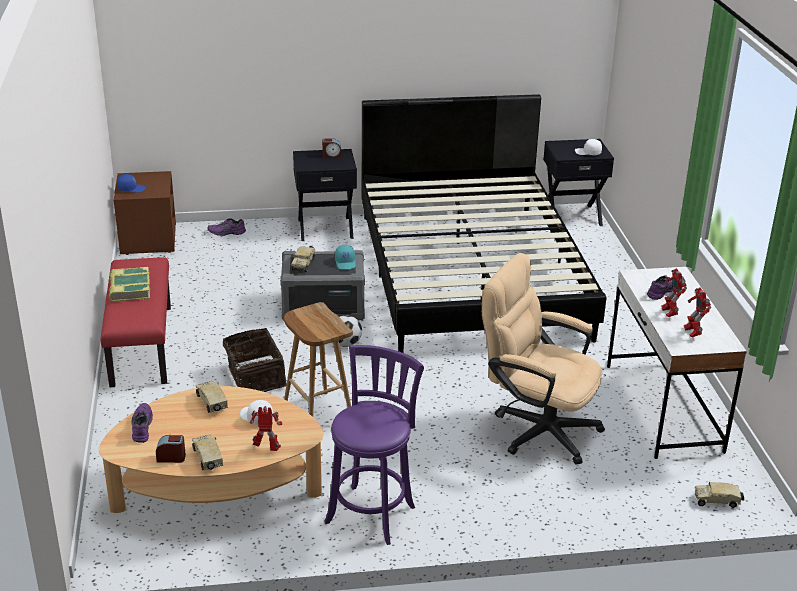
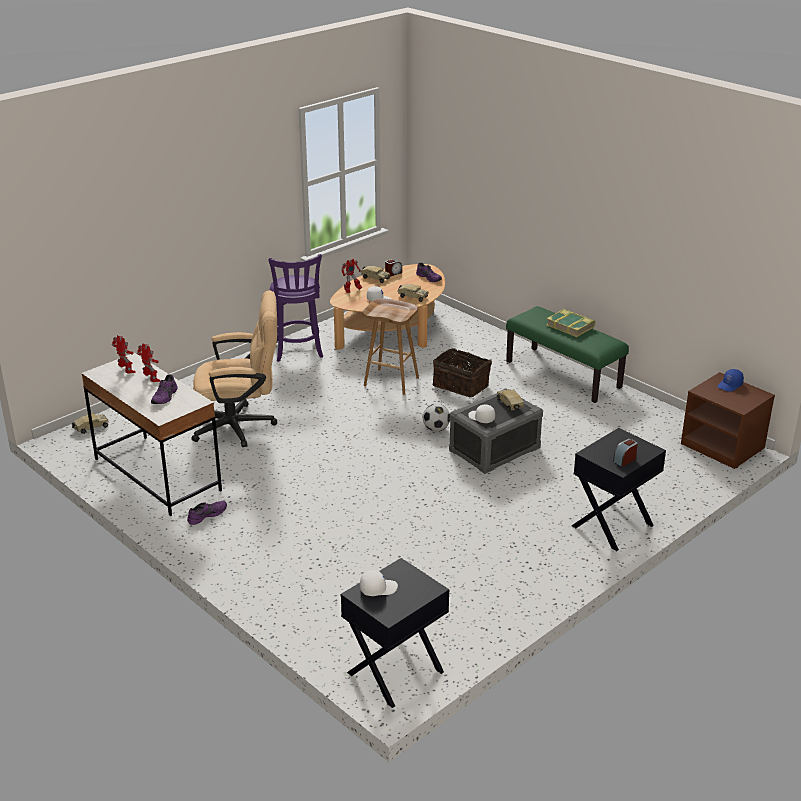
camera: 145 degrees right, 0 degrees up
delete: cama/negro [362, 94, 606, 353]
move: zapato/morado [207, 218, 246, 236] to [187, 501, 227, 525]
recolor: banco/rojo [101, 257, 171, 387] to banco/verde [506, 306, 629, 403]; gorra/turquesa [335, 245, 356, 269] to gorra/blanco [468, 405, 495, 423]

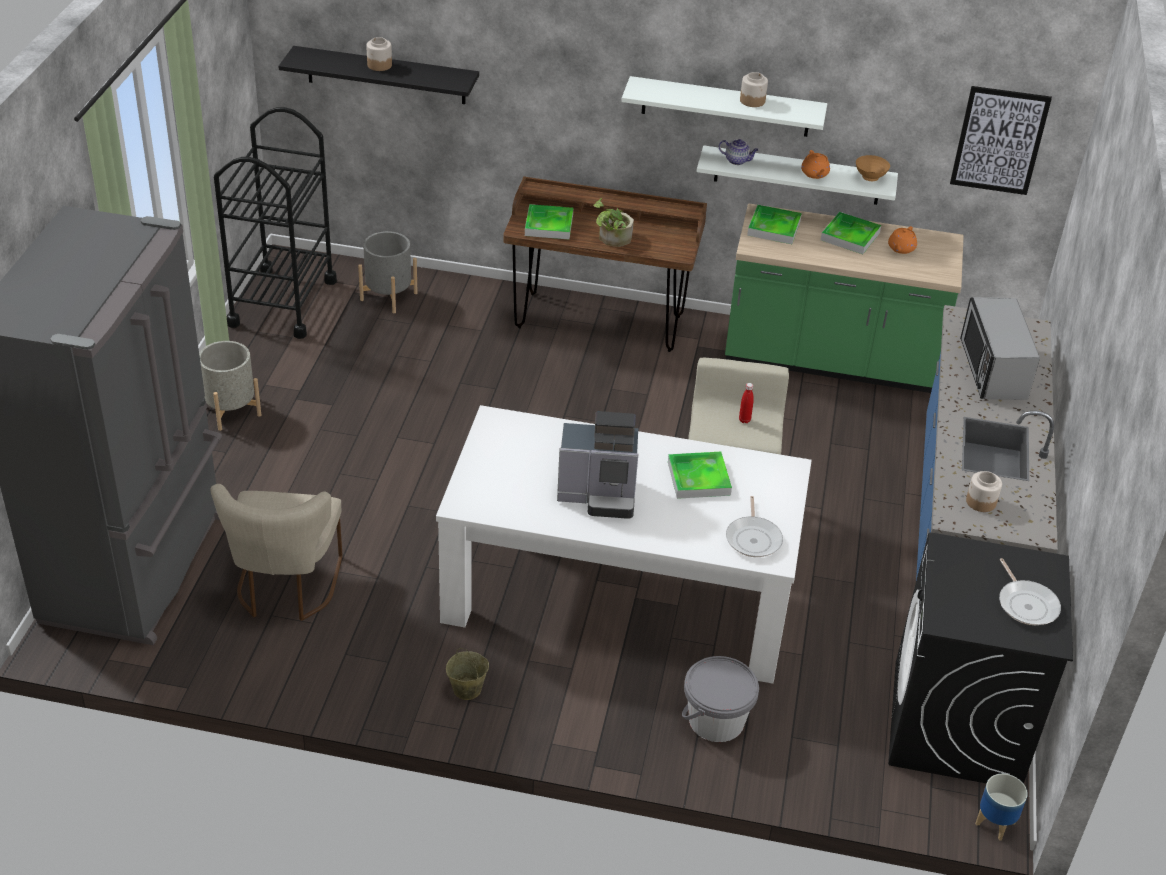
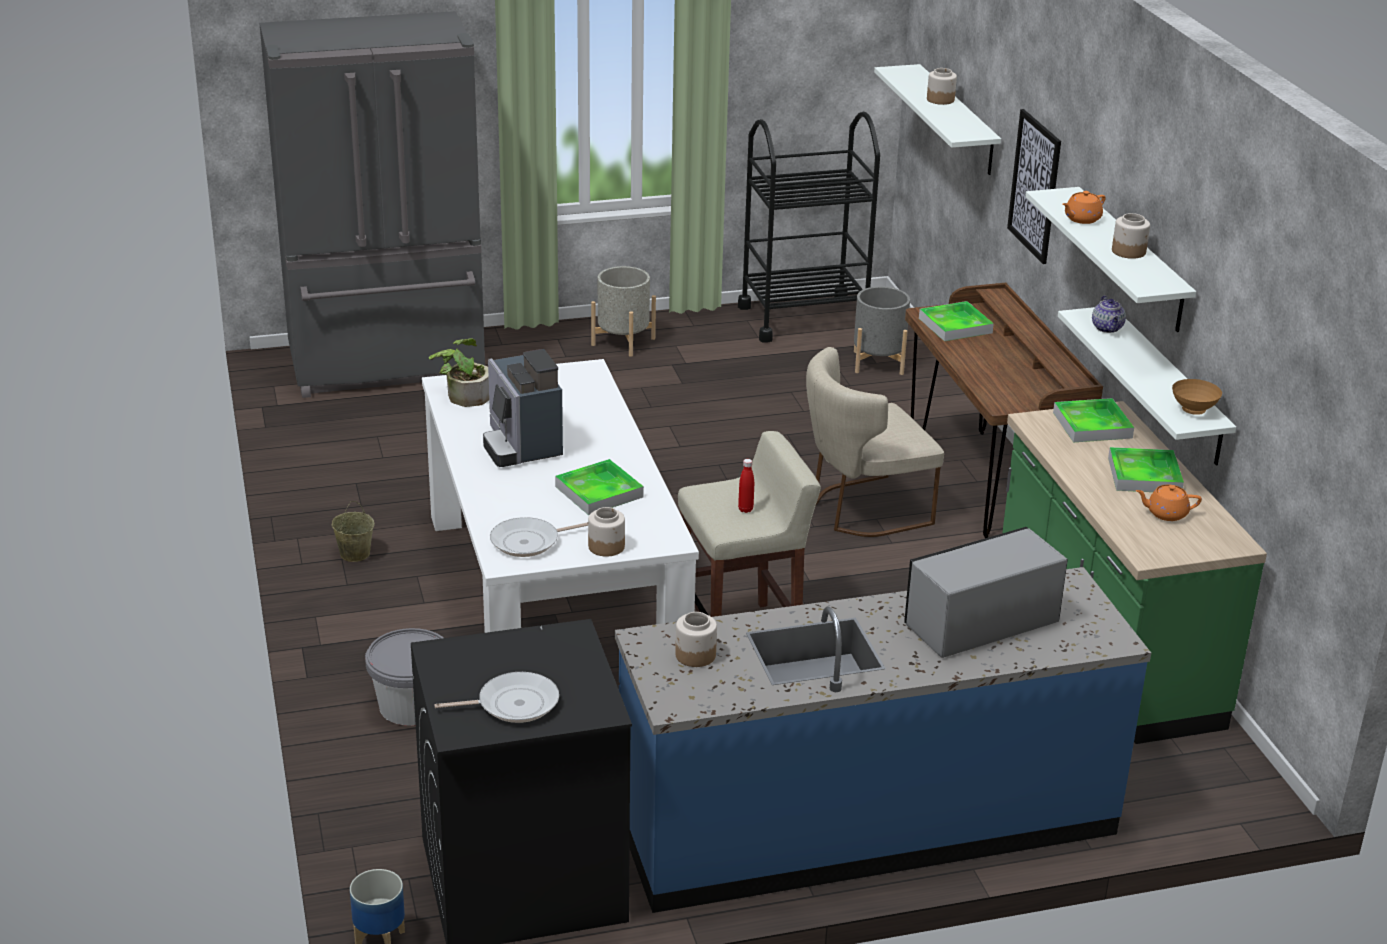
camera: 65 degrees right, 10 degrees down
insert: tarro [588, 507, 625, 557]
move: silla/beis [210, 484, 343, 621] to [806, 347, 944, 537]; planta en maceta [593, 198, 634, 247] to [429, 338, 489, 407]; tetera/naranja [801, 150, 830, 179] to [1063, 191, 1106, 224]; cuadro [950, 86, 1052, 195] to [1007, 109, 1061, 264]
recolor: estante/negro [278, 46, 479, 104] to estante/blanco [874, 64, 1001, 175]
rotate: sartén [999, 558, 1061, 625] = [434, 672, 559, 723] 150 degrees counterclockwise

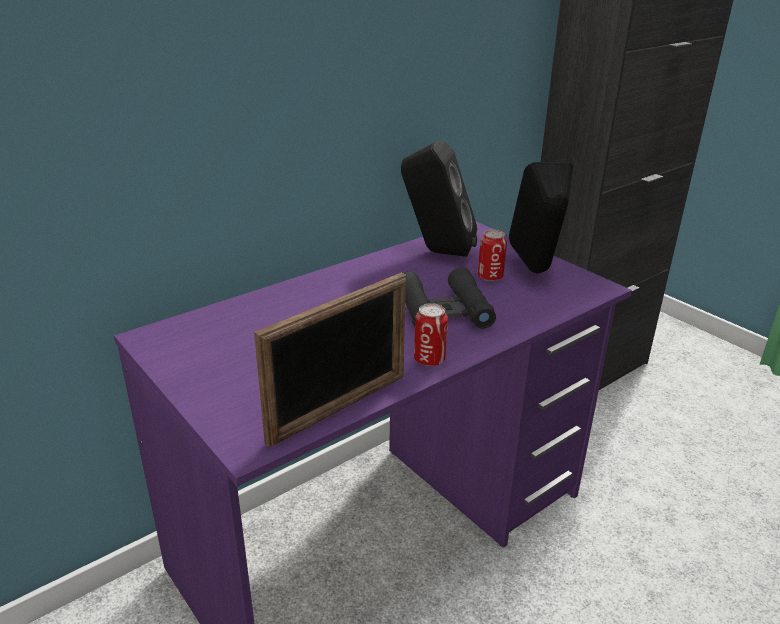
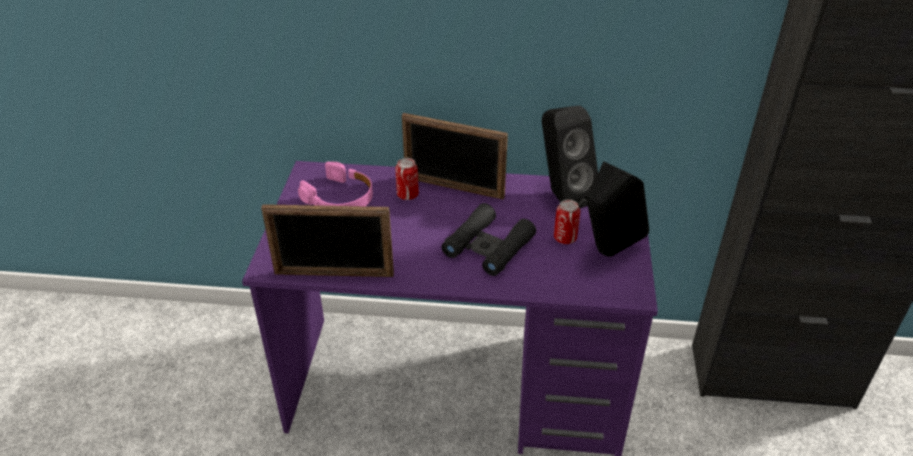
camera: 45 degrees right, 10 degrees up
insert: auriculares/rosa [298, 161, 373, 206]; portarretratos [402, 113, 508, 199]
move: lata [414, 303, 448, 366] to [395, 158, 419, 200]

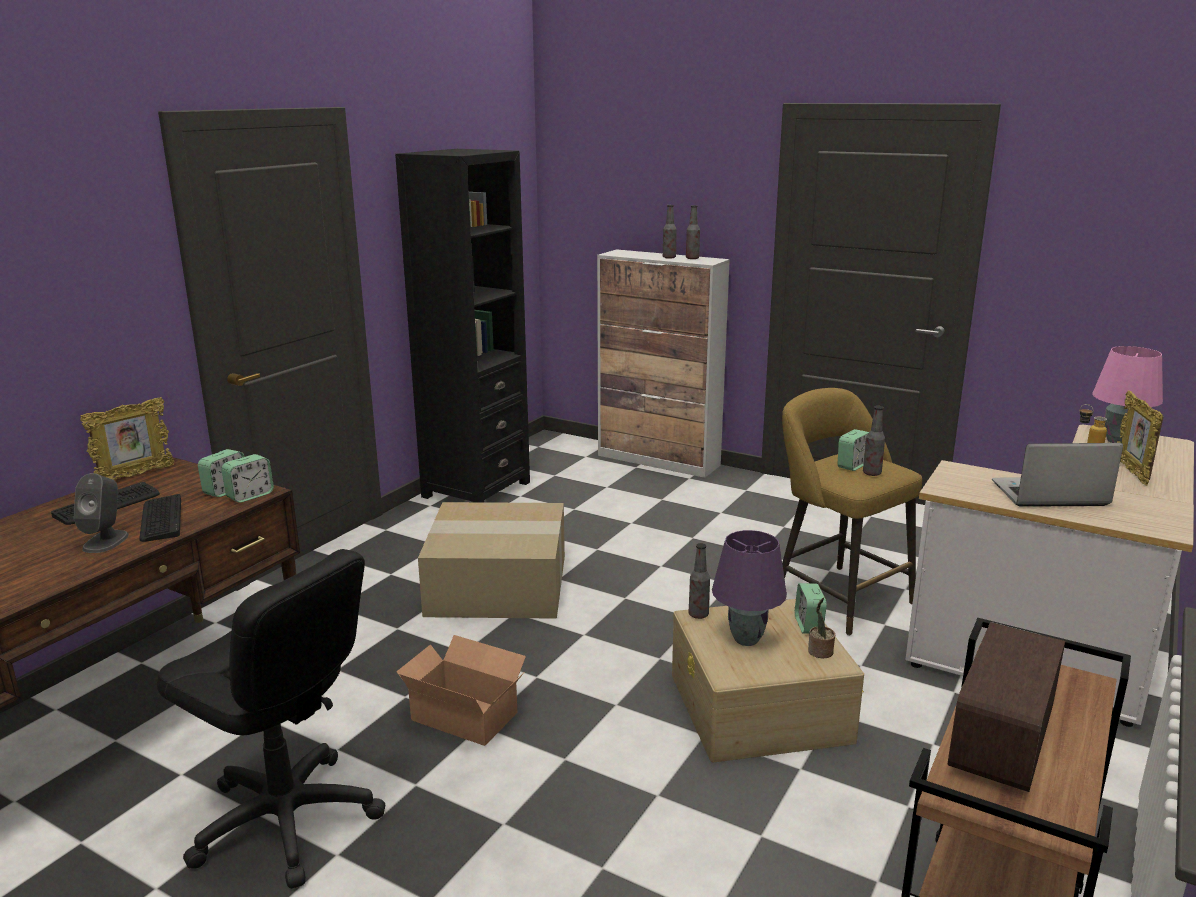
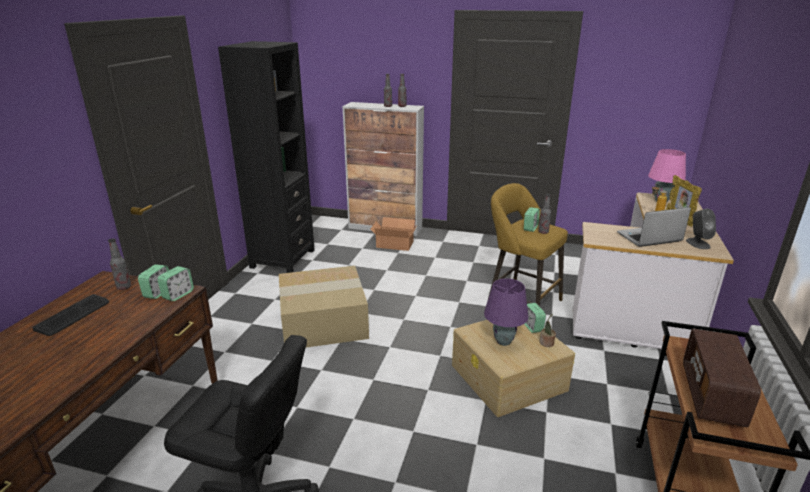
camera: 15 degrees left, 5 degrees up
delete: portarretratos [80, 397, 174, 480]; teclado [139, 494, 181, 542]
move: altavoz/gris [74, 473, 129, 553] to [686, 209, 716, 249]; caja de cartón [396, 635, 526, 746] to [371, 217, 418, 251]; botella [689, 543, 710, 619] to [108, 238, 131, 290]

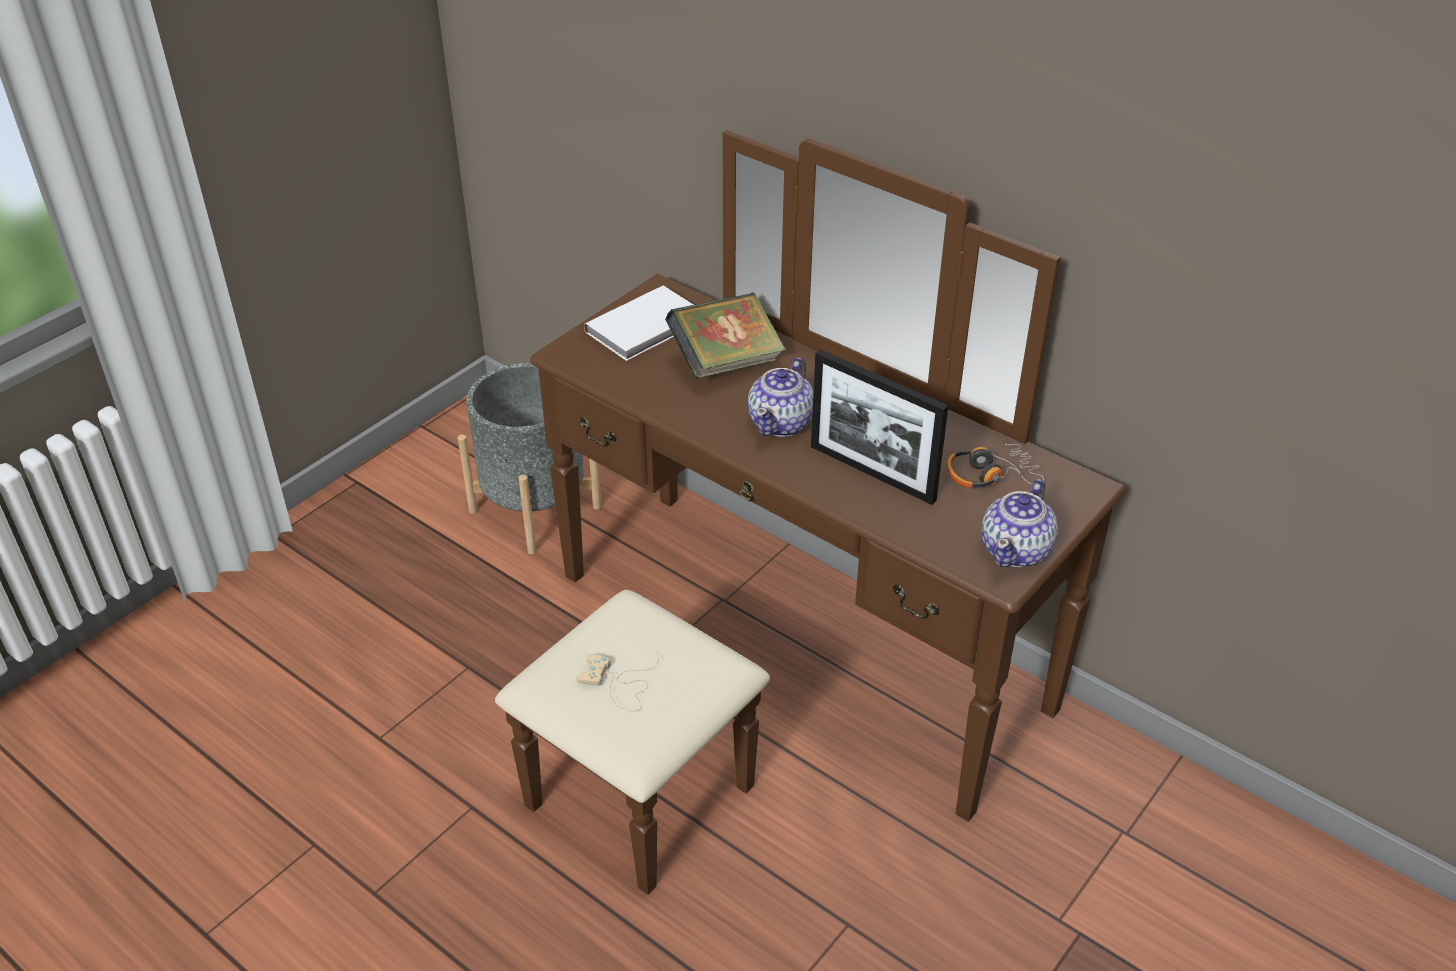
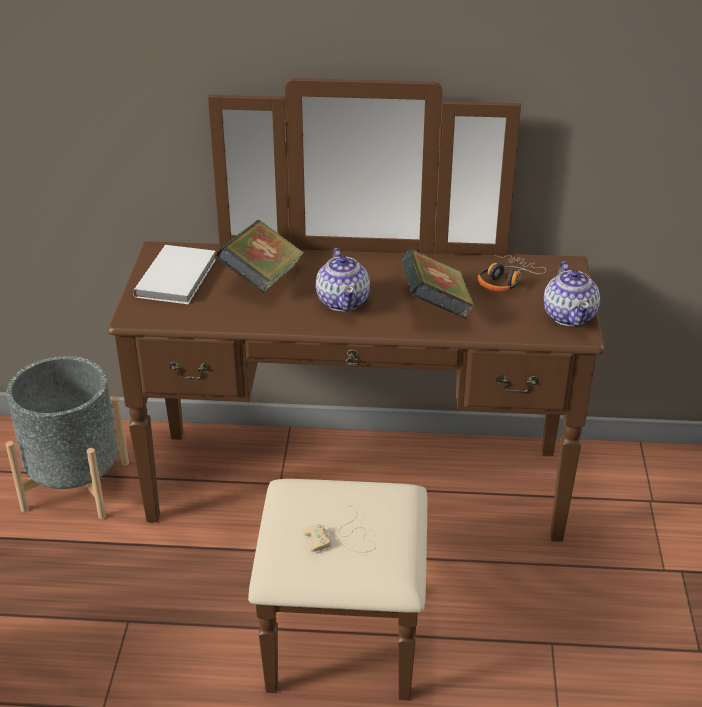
camera: 35 degrees left, 5 degrees down
replace: portarretratos [811, 349, 949, 505] to libro [401, 249, 475, 319]

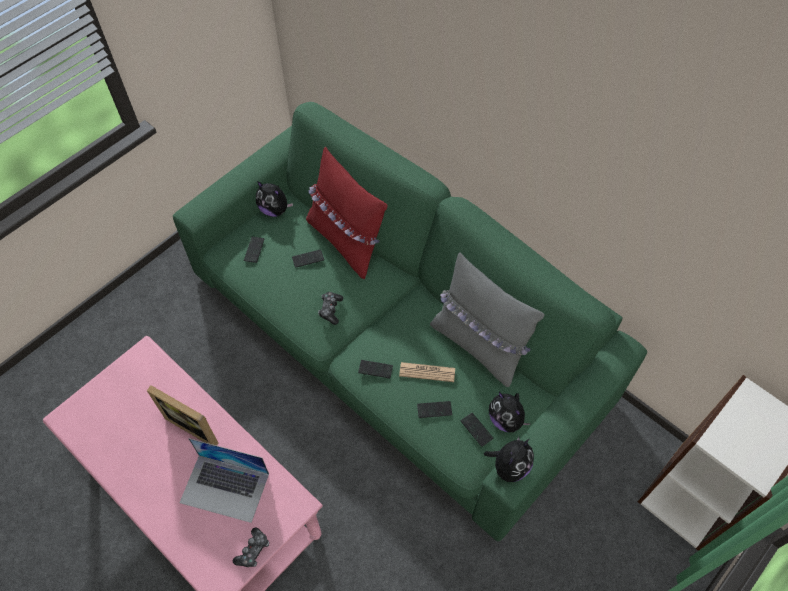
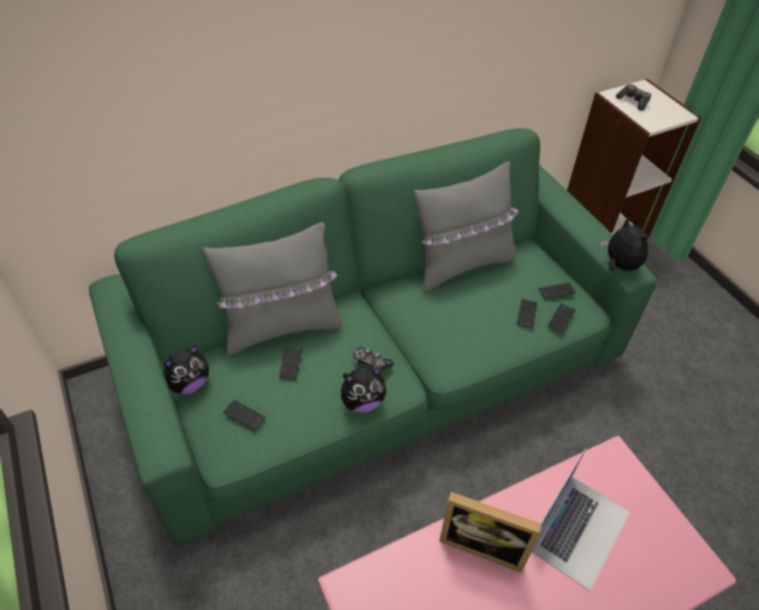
camera: 70 degrees left, 10 degrees down
delete: periódico [399, 362, 455, 382]
move: mando de consola [233, 528, 269, 567] to [616, 84, 651, 111]; móvil [358, 360, 393, 379] to [548, 303, 576, 333]; peluche [488, 392, 531, 432] to [341, 367, 386, 413]
recolor: cojín/rojo [306, 147, 388, 279] to cojín/gris [203, 222, 342, 355]
rotate: portarretratos [147, 385, 218, 446] = [439, 492, 543, 573] 60 degrees clockwise

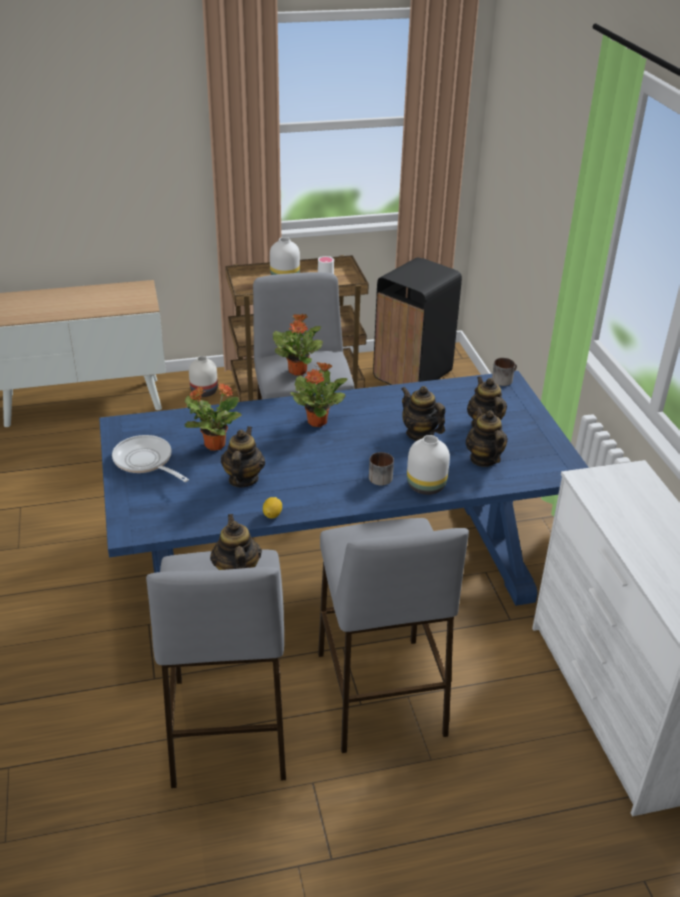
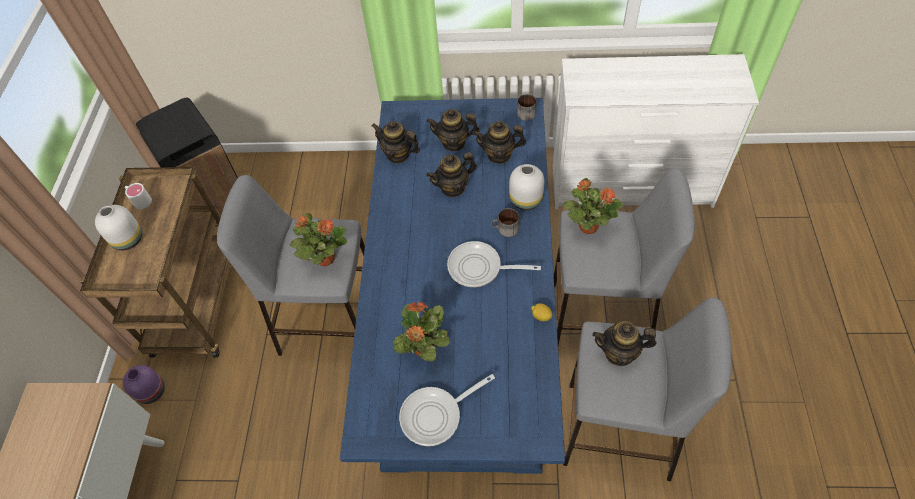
camera: 70 degrees left, 20 degrees up
insert: sartén [447, 241, 541, 287]
move: tetera [221, 426, 265, 487] to [371, 121, 420, 164]; planta en maceta [290, 362, 348, 427] to [563, 178, 623, 234]; taza grande [492, 358, 517, 386] to [517, 94, 536, 121]
recolor: florero/blanco [189, 356, 218, 397] to florero/morado [123, 365, 165, 404]

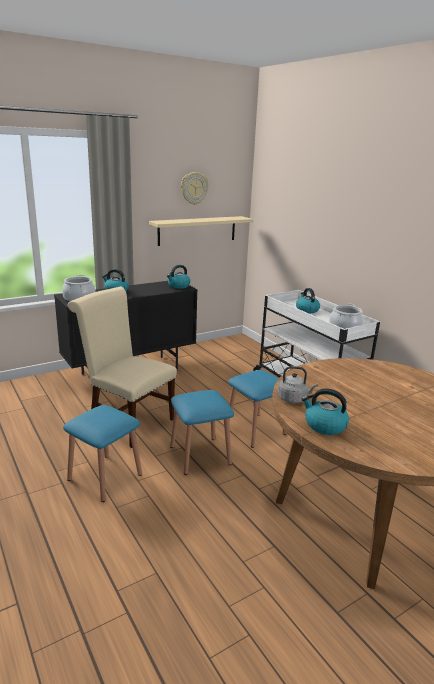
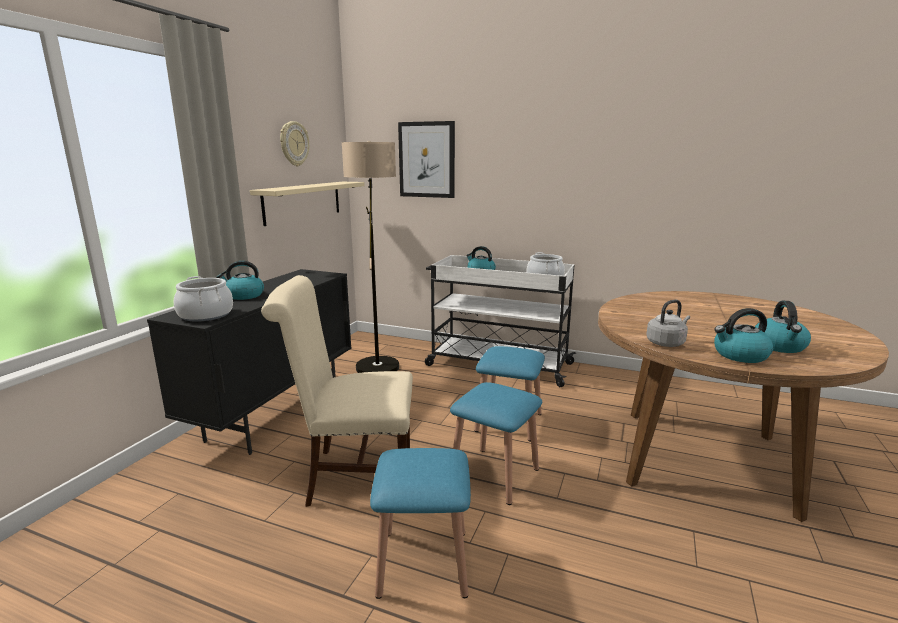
camera: 35 degrees left, 5 degrees down
insert: lámpara de pie [342, 141, 399, 373]; cuadro [398, 121, 455, 198]
move: hervidor [167, 265, 190, 289] to [755, 300, 811, 353]

